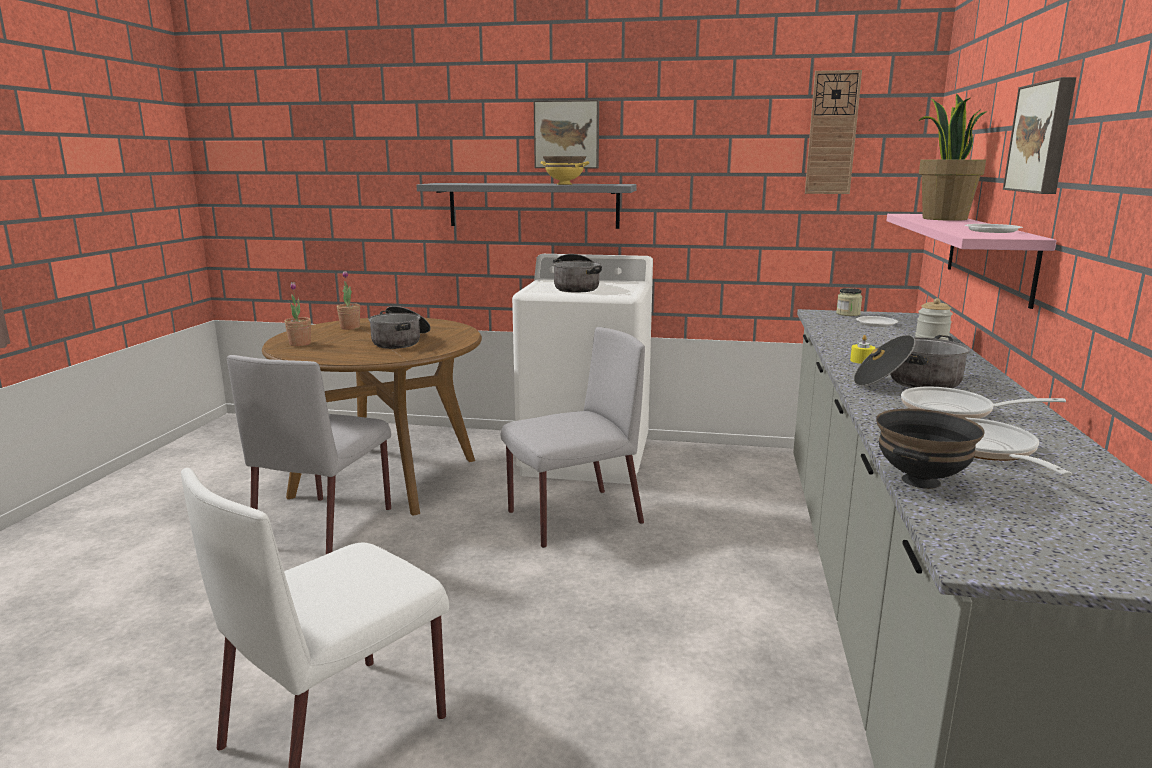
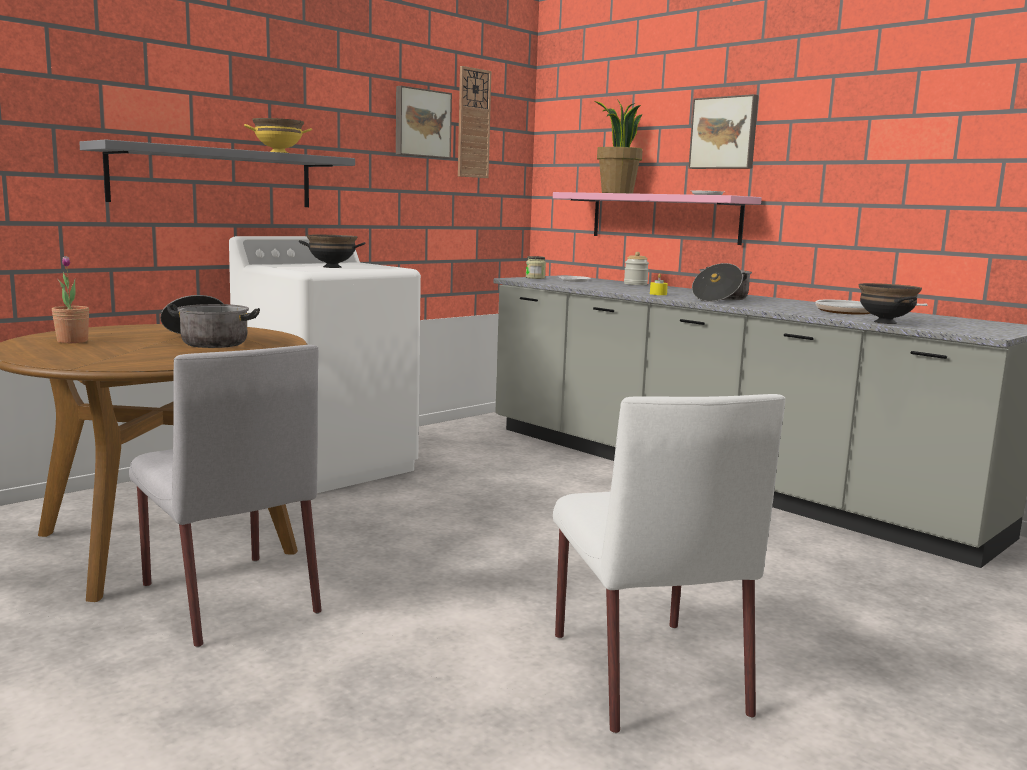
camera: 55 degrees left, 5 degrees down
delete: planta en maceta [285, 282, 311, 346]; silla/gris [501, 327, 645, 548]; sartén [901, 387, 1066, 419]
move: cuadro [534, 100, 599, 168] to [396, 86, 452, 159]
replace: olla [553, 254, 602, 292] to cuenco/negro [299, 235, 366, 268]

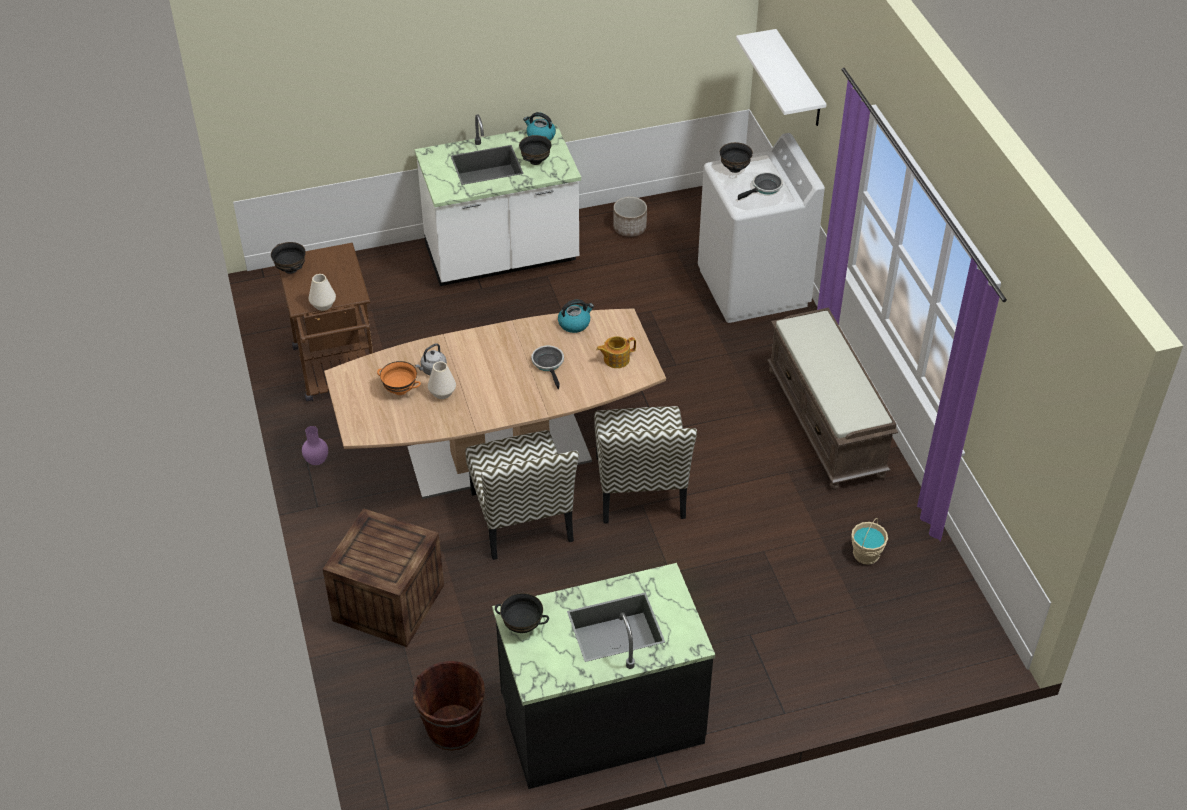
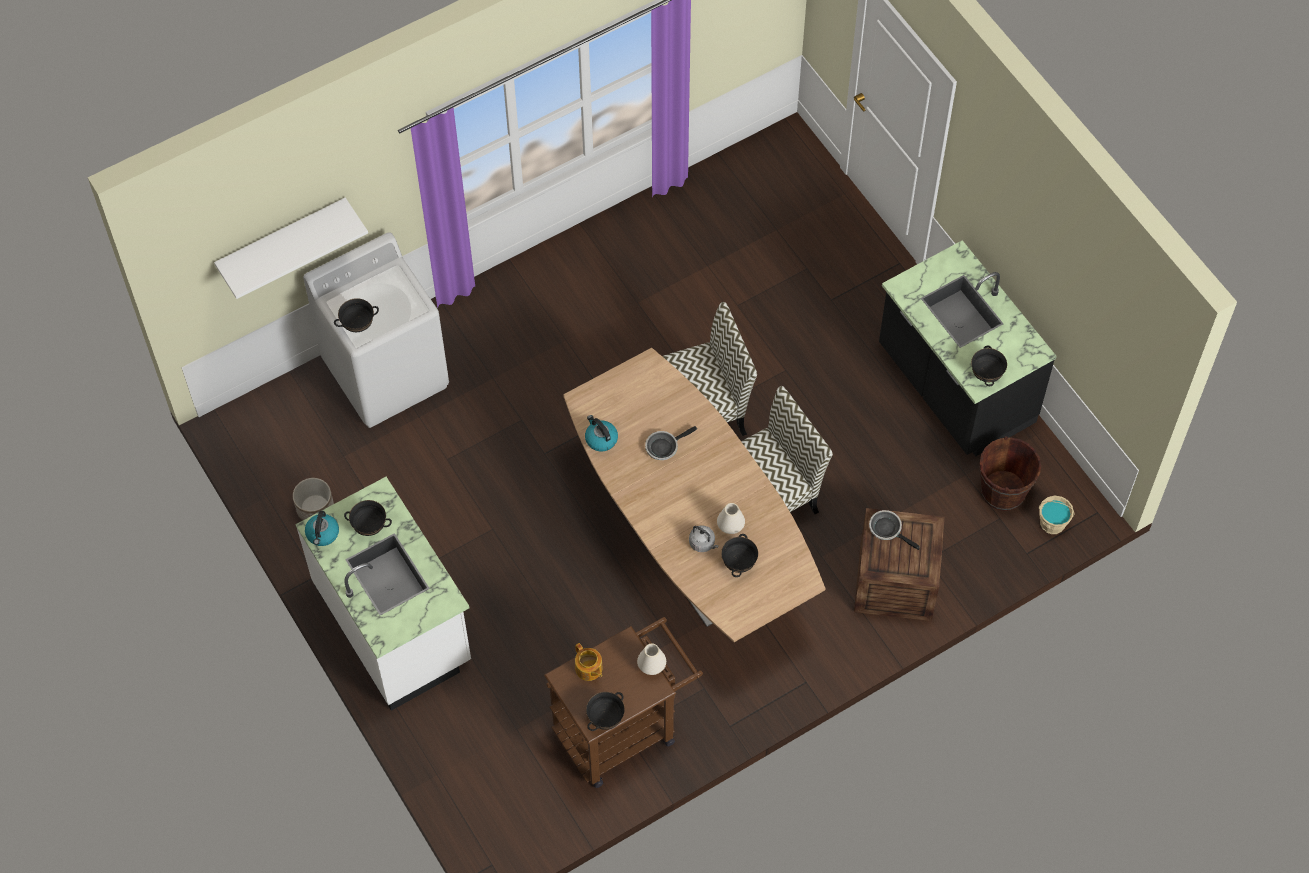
camera: 105 degrees left, 15 degrees up
delete: florero/morado [302, 426, 328, 465]; banco/marrón [767, 308, 898, 490]
move: tetera [596, 336, 636, 368] to [575, 643, 603, 681]; sartén [738, 172, 783, 200] to [869, 510, 920, 550]; cubo/beis [852, 518, 888, 565] to [1039, 496, 1075, 534]
recolor: cuenco/naranja [377, 361, 421, 395] to cuenco/negro [721, 534, 758, 577]

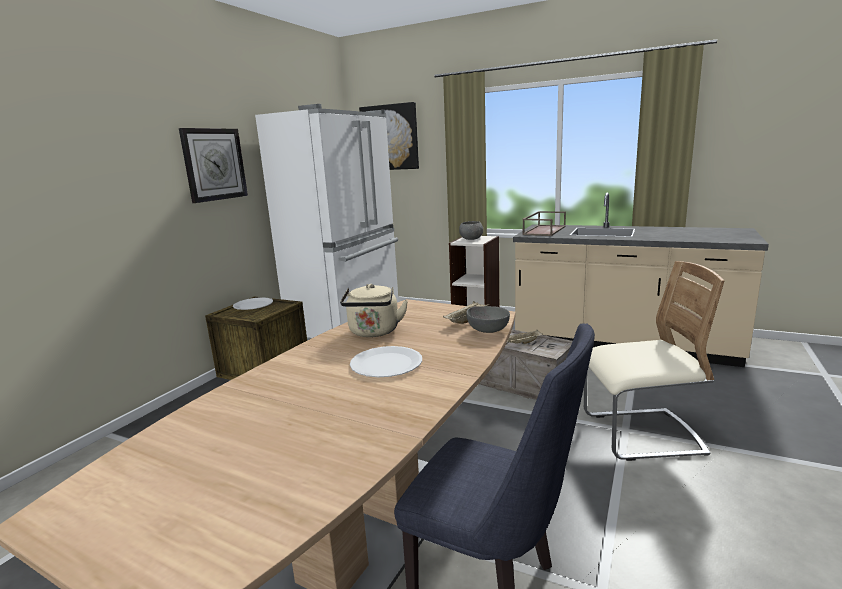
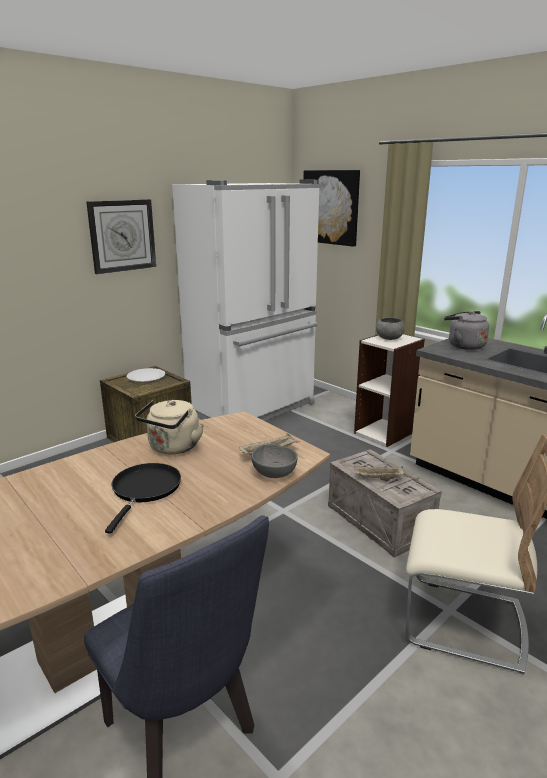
camera: 20 degrees right, 5 degrees up
replace: plato/blanco [350, 346, 422, 377] to sartén/negro [105, 463, 181, 534]; bandeja/marrón [522, 211, 566, 236] to hervidor/gris [444, 311, 489, 350]

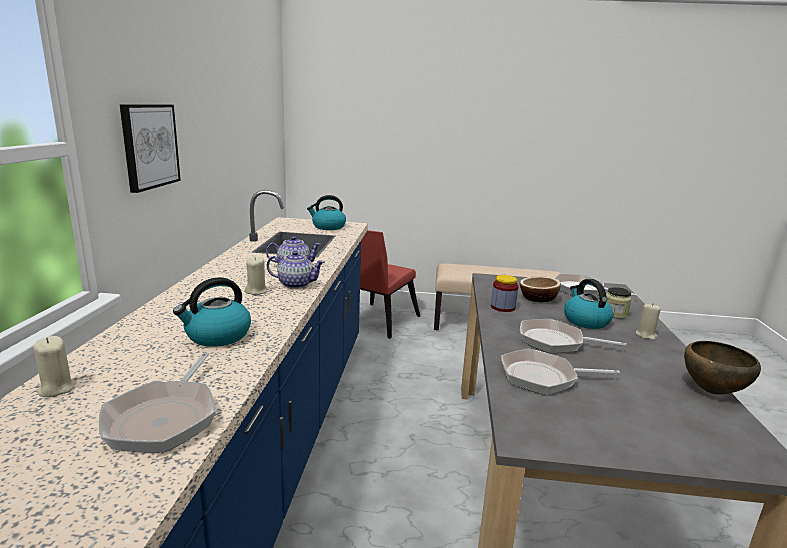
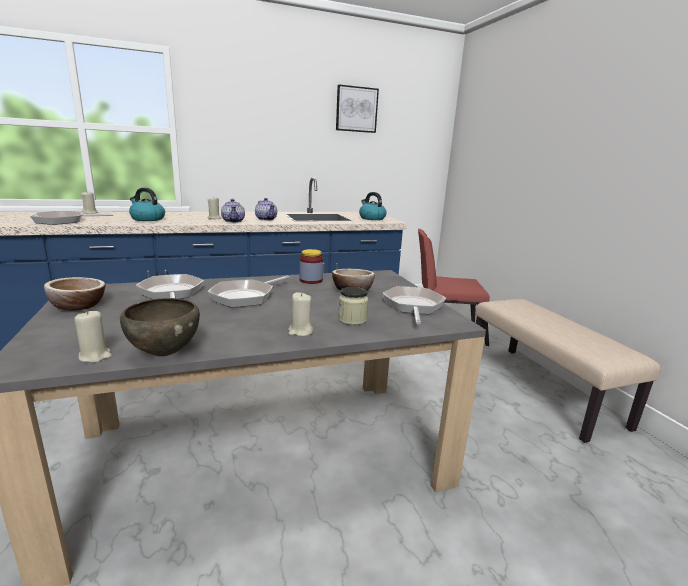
camera: 65 degrees right, 0 degrees up
delete: hervidor [564, 279, 613, 329]
insert: cuenco [44, 277, 105, 310]; vela/beis [74, 310, 112, 363]
move: cuadro [120, 104, 181, 193] to [336, 85, 379, 133]
rotate: sartén [520, 319, 626, 353] = [208, 276, 289, 307] 135 degrees counterclockwise

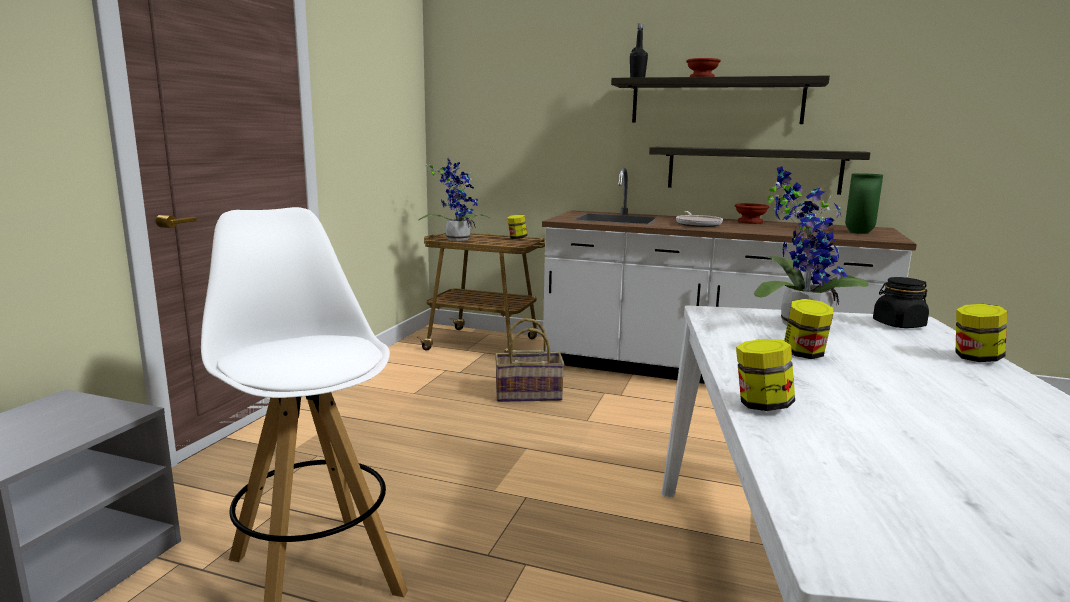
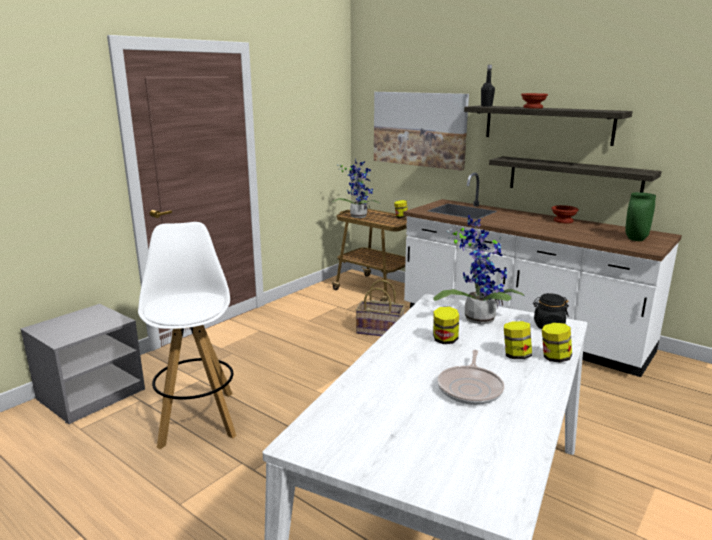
camera: 20 degrees right, 5 degrees up
insert: cuadro [374, 92, 469, 171]
move: sartén [676, 211, 723, 227] to [437, 350, 504, 405]; tarro [736, 339, 795, 411] to [504, 321, 532, 359]

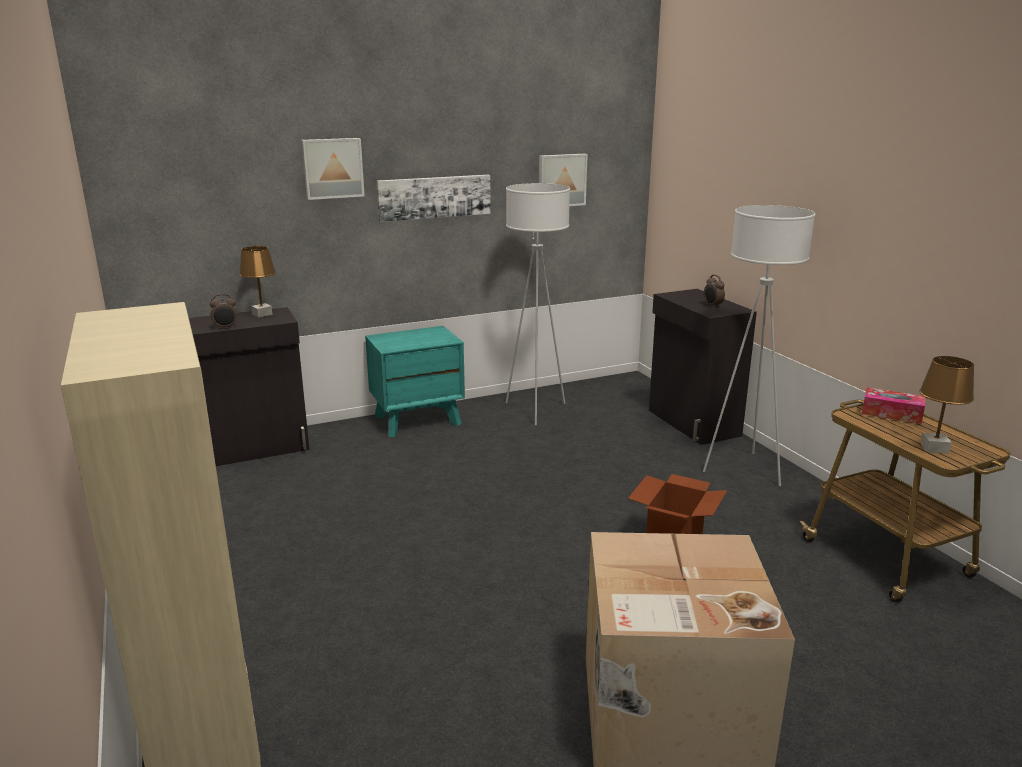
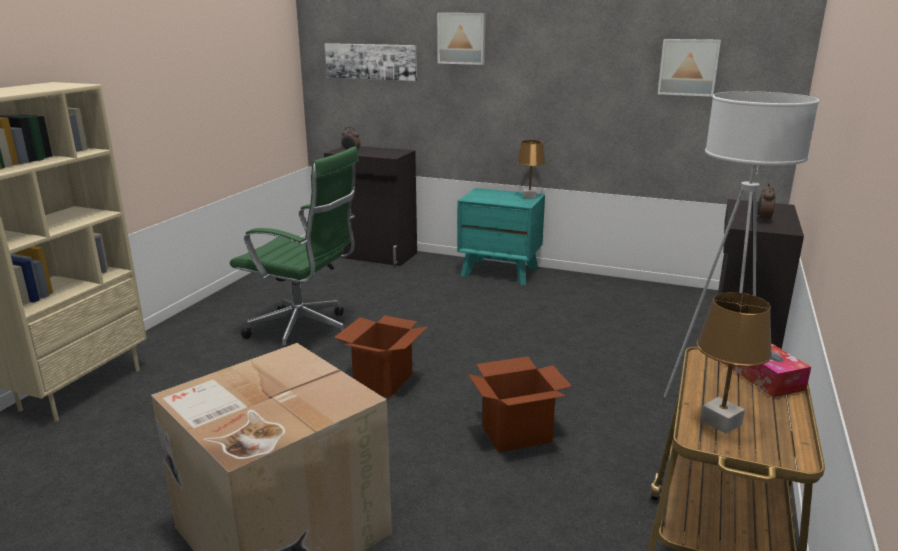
camera: 45 degrees right, 0 degrees up
delete: lámpara de pie/blanco [506, 183, 570, 425]
insert: silla de oficina/verde [230, 146, 359, 348]; caja de cartón [334, 315, 428, 398]
move: lámpara de mesa/marrón [239, 246, 276, 318] to [517, 140, 546, 199]; cuadro [376, 175, 491, 222] to [325, 43, 417, 81]

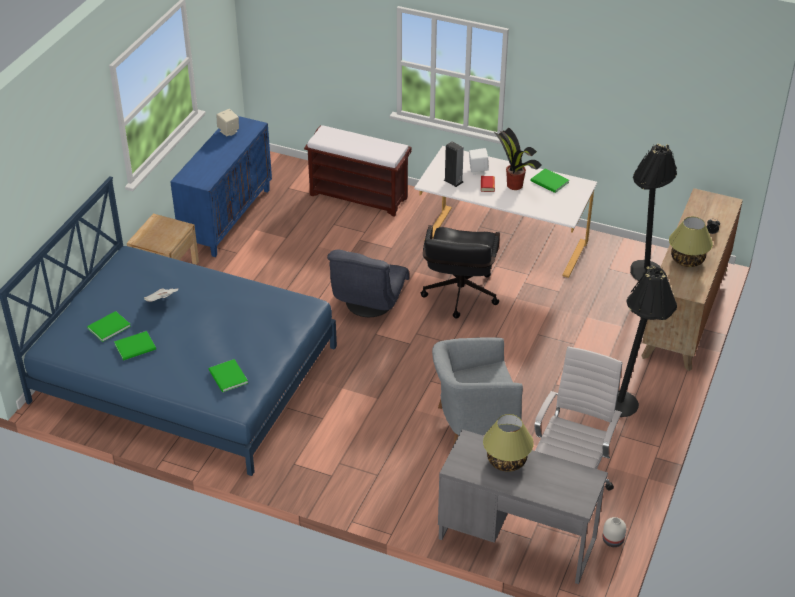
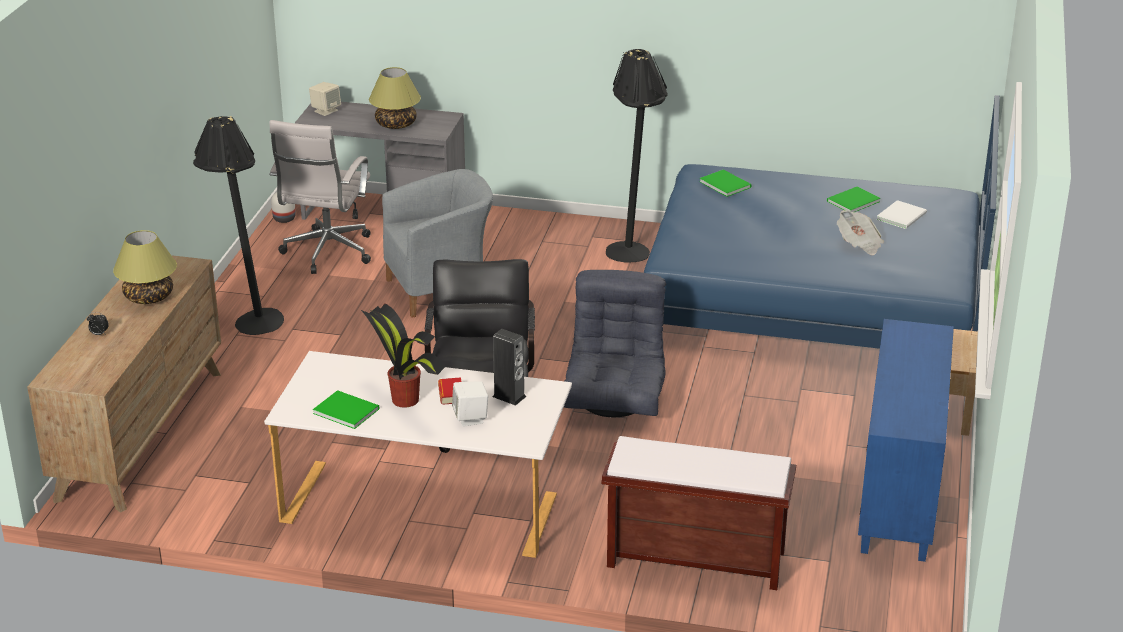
camera: 170 degrees right, 10 degrees down
move: altavoz/beis [216, 109, 239, 136] to [309, 82, 341, 116]; lámpara de pie/negro [630, 144, 677, 281] to [606, 48, 668, 262]
recolor: libro/verde [87, 311, 131, 342] to libro/blanco [876, 200, 927, 229]

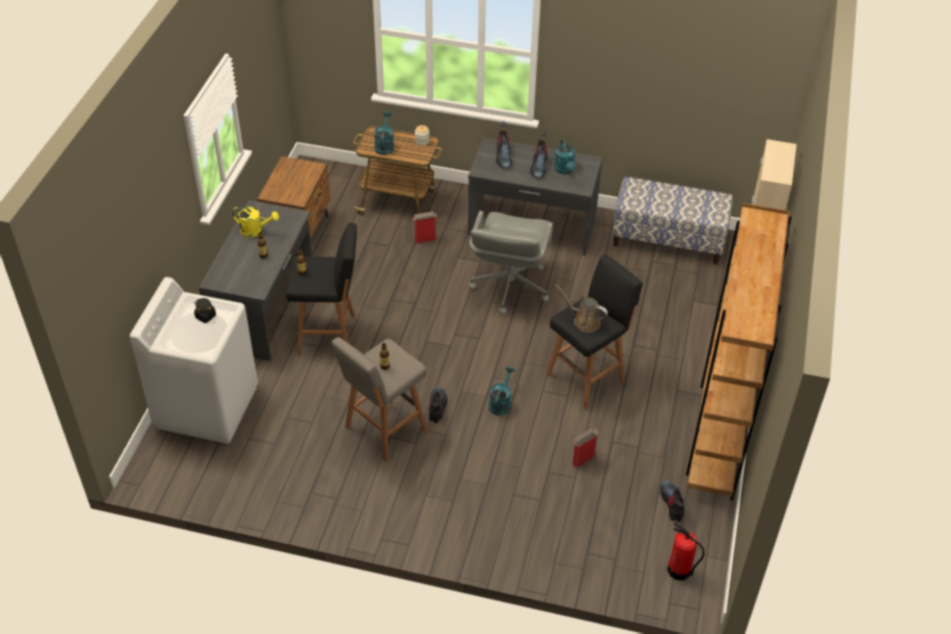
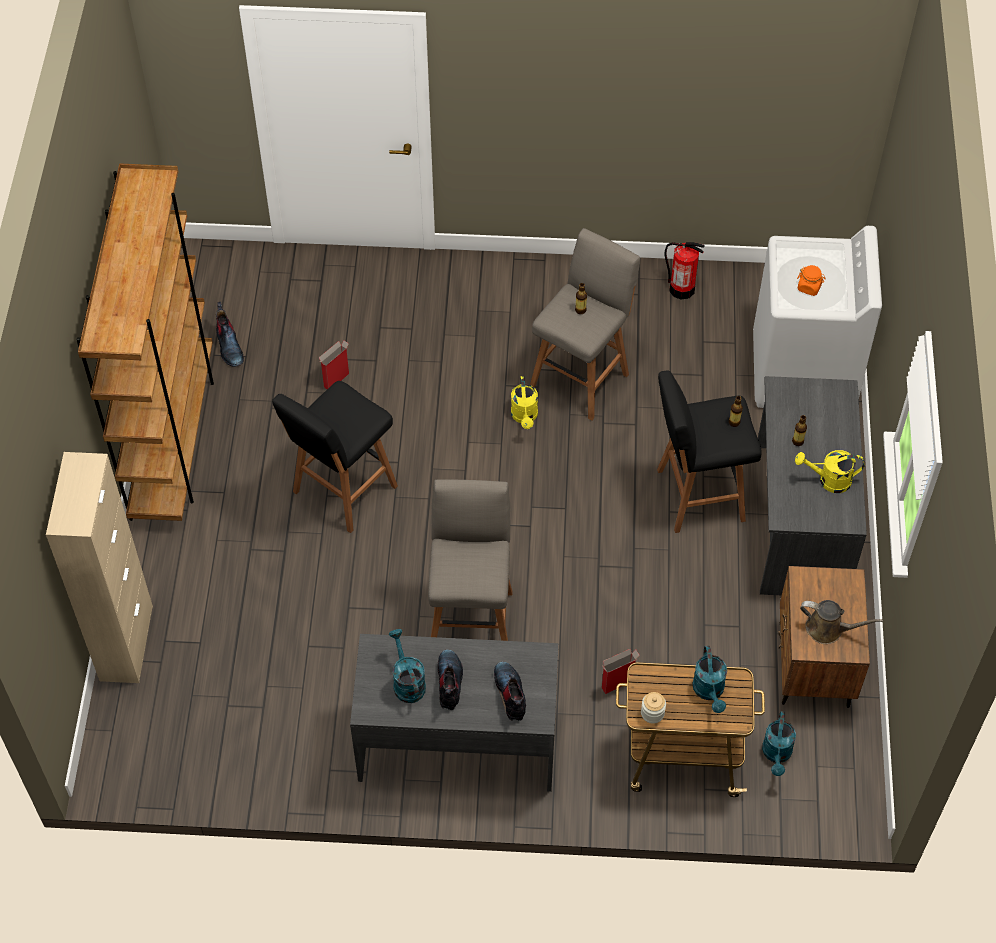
camera: 170 degrees right, 10 degrees up
delete: banco [612, 176, 733, 264]
move: regadera/turquesa [489, 366, 515, 415] to [762, 711, 796, 776]; regadera/marrón [556, 285, 608, 332] to [800, 600, 883, 644]; extintor [667, 523, 704, 580] to [664, 242, 705, 300]
replace: bota [429, 387, 447, 423] to regadera/amarillo [511, 376, 538, 429]; silla de oficina/gris [469, 211, 553, 315] to taburete/gris [428, 480, 513, 641]
recolor: tarro/negro [194, 298, 216, 323] to tarro/naranja [797, 265, 826, 296]

